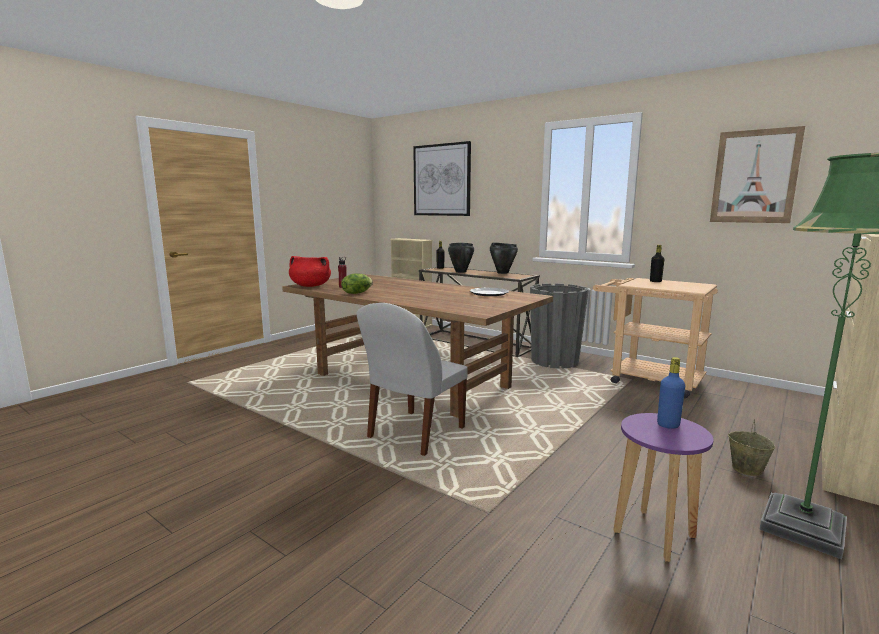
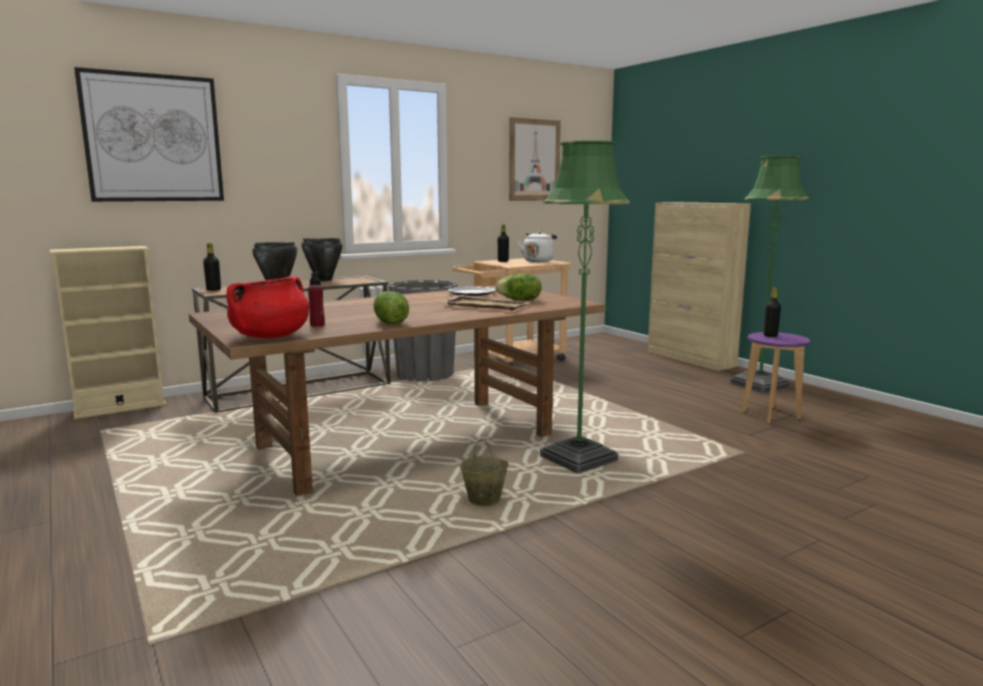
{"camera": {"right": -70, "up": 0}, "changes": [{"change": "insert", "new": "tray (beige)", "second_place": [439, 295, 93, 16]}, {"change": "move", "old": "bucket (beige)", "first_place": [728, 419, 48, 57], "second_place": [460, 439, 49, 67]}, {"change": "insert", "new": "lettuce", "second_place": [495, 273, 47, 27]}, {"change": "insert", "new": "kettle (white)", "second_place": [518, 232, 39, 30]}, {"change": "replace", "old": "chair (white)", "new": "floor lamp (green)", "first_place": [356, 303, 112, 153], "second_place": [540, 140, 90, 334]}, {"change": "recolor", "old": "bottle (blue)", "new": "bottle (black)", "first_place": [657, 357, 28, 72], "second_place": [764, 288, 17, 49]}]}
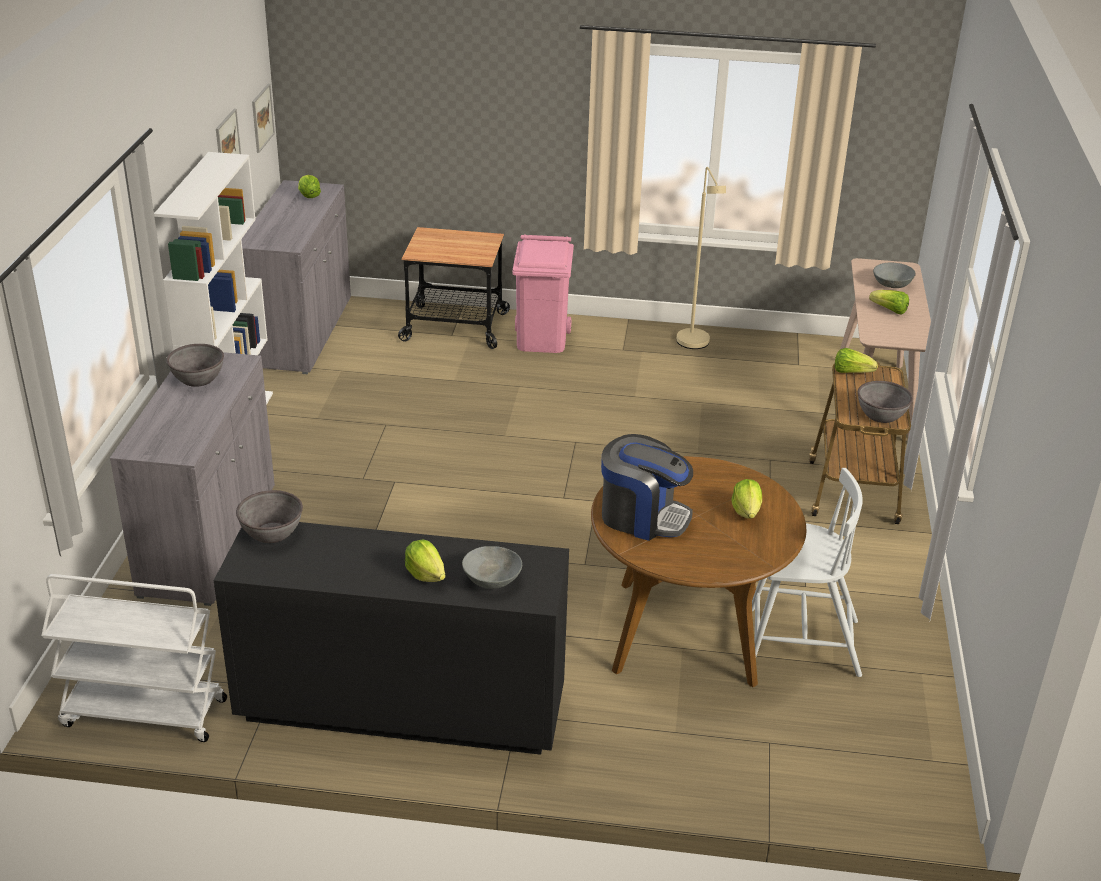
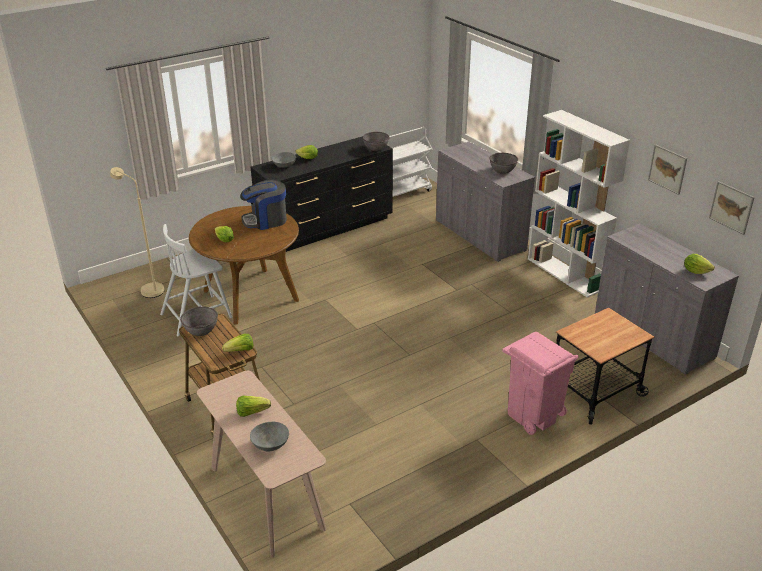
{"camera": {"right": 140, "up": 0}, "changes": [{"change": "move", "old": "floor lamp (beige)", "first_place": [676, 167, 50, 182], "second_place": [110, 167, 54, 131]}]}
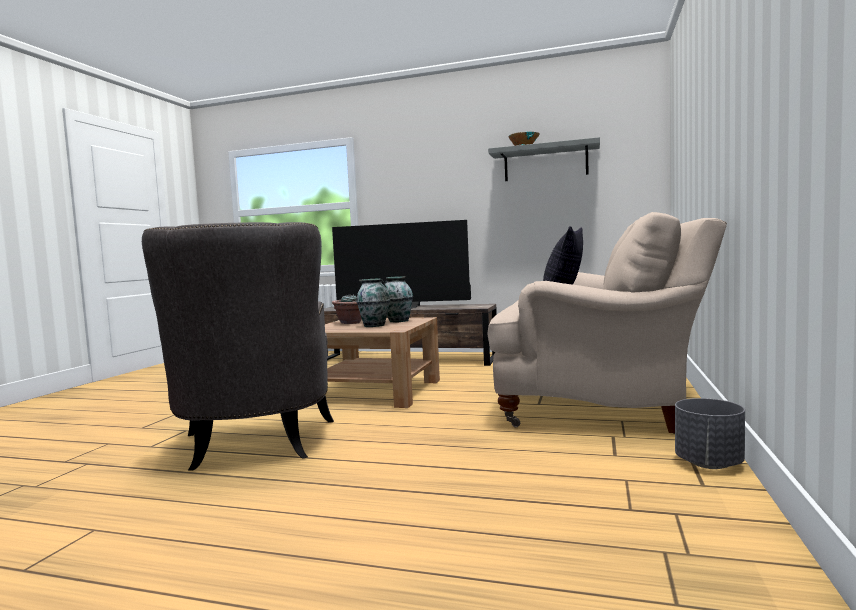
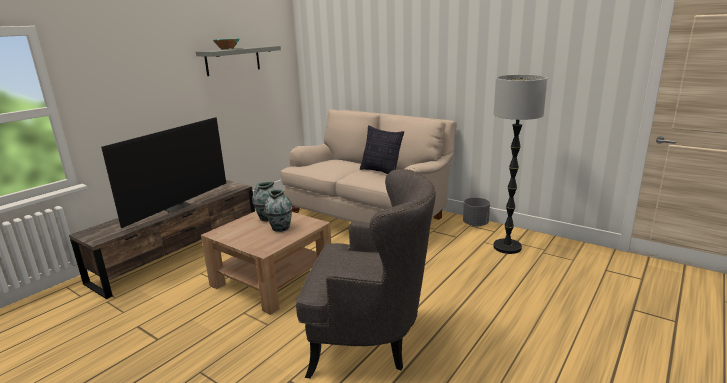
{"camera": {"right": -70, "up": 15}, "changes": [{"change": "insert", "new": "floor lamp", "second_place": [493, 75, 54, 179]}, {"change": "delete", "old": "potted plant", "first_place": [332, 294, 30, 30]}]}
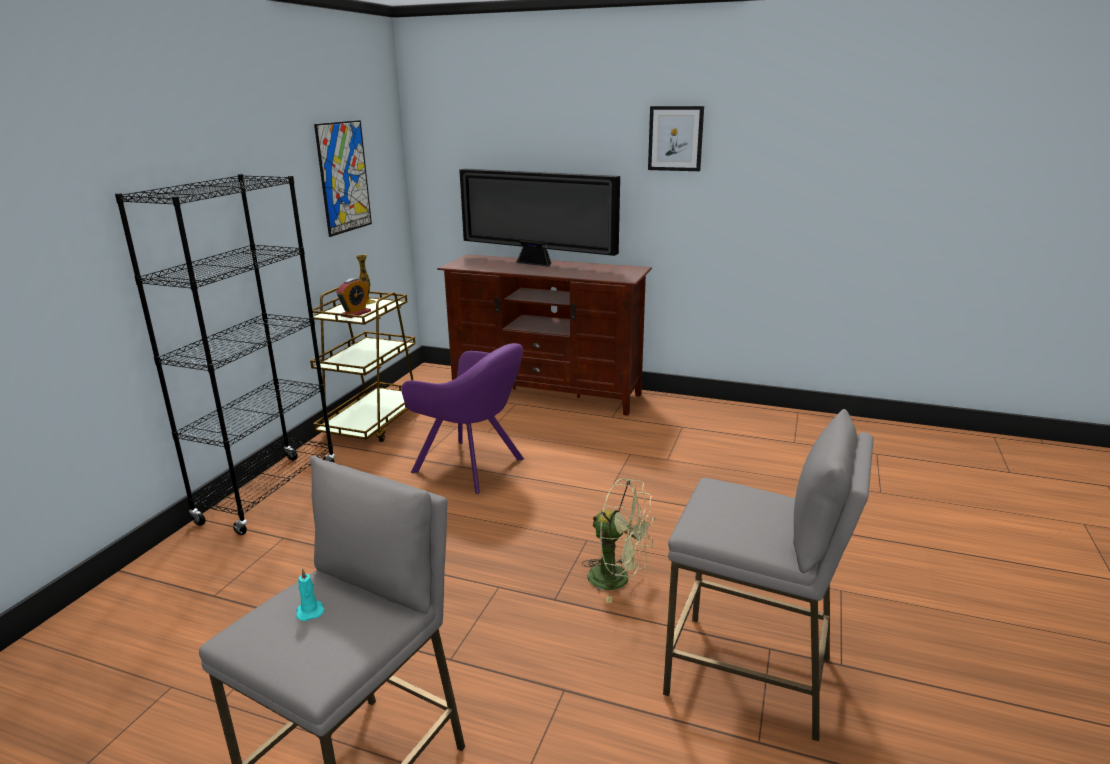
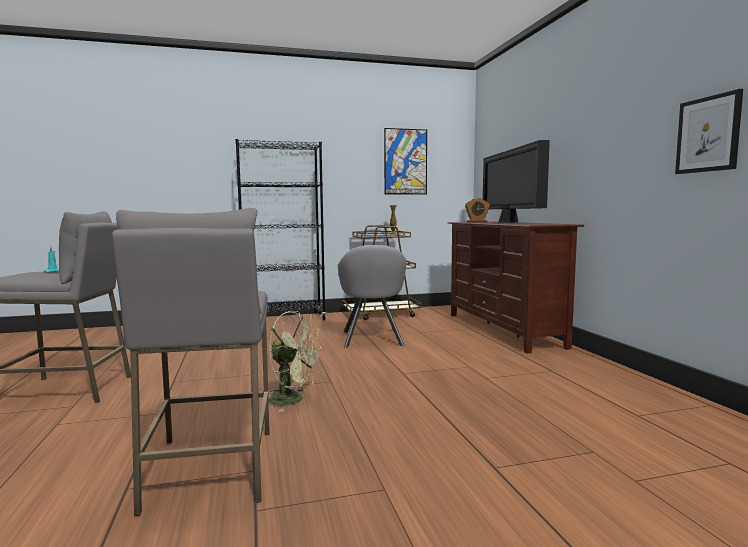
{"camera": {"right": 55, "up": -15}, "changes": [{"change": "rotate", "old": "fan (green)", "first_place": [582, 479, 73, 124], "second_place": [268, 311, 56, 101], "degrees": -60}, {"change": "recolor", "old": "armchair (purple)", "new": "armchair (grey)", "first_place": [401, 343, 123, 151], "second_place": [338, 245, 69, 103]}, {"change": "move", "old": "alarm clock", "first_place": [336, 278, 35, 40], "second_place": [465, 198, 25, 24]}, {"change": "move", "old": "picture", "first_place": [648, 106, 56, 65], "second_place": [675, 89, 68, 85]}]}
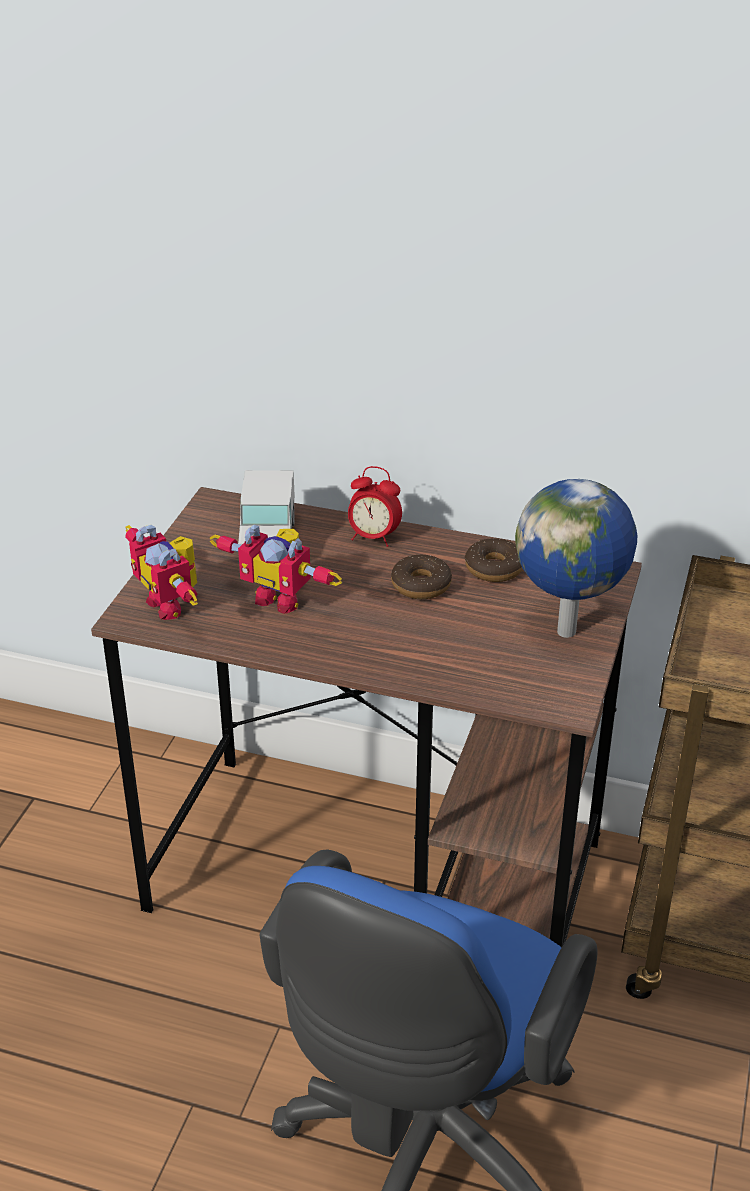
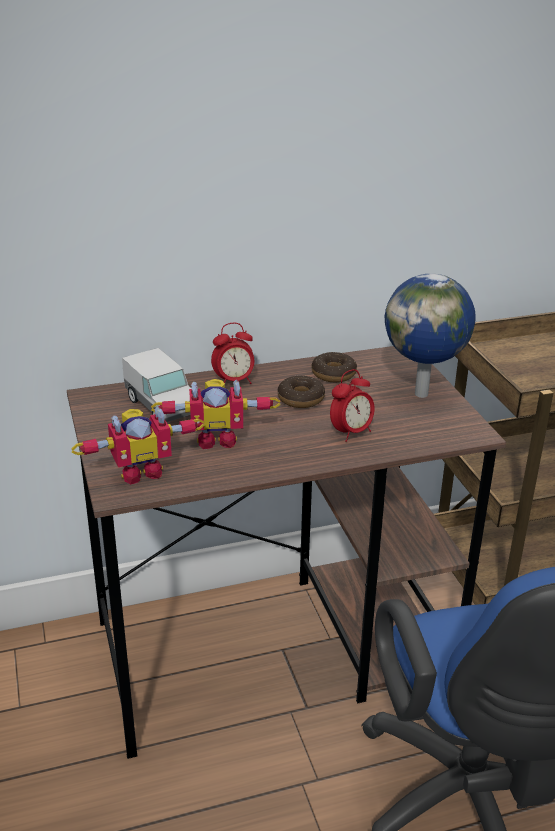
{"camera": {"right": -35, "up": -5}, "changes": [{"change": "rotate", "old": "toy robot", "first_place": [125, 525, 73, 95], "second_place": [71, 406, 134, 79], "degrees": -45}, {"change": "insert", "new": "alarm clock", "second_place": [330, 369, 45, 73]}]}
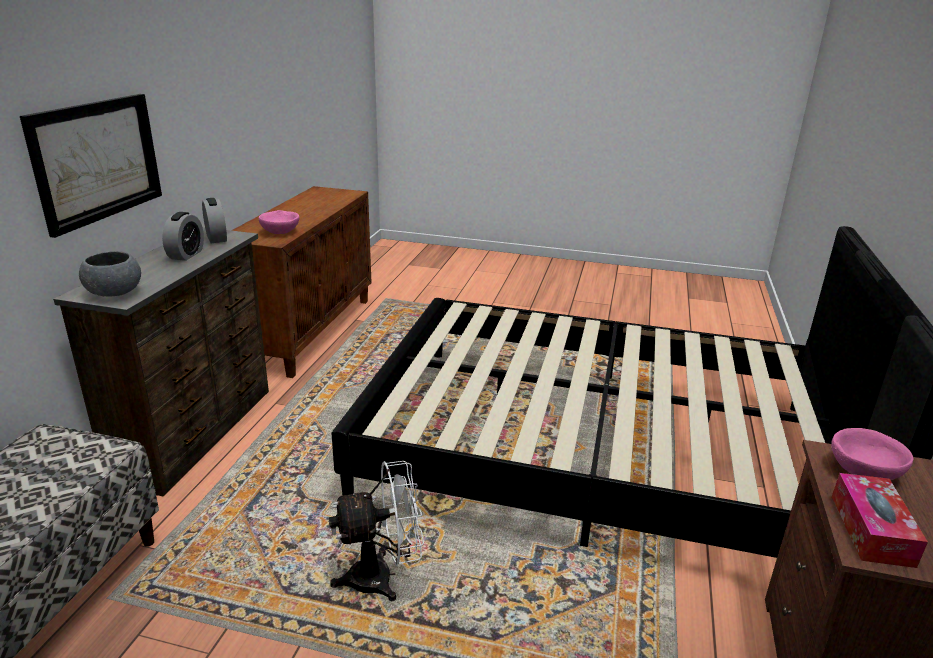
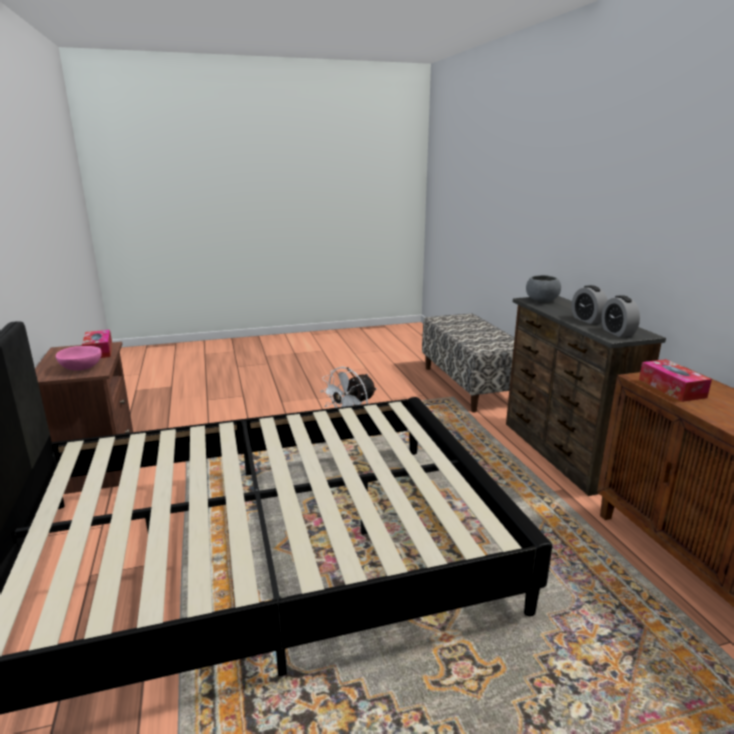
{"camera": {"right": 150, "up": -5}, "changes": [{"change": "rotate", "old": "alarm clock", "first_place": [202, 198, 25, 45], "second_place": [601, 295, 39, 42], "degrees": 45}, {"change": "replace", "old": "bowl (pink)", "new": "tissue box", "first_place": [259, 210, 40, 24], "second_place": [639, 359, 73, 43]}, {"change": "delete", "old": "picture", "first_place": [20, 94, 142, 144]}]}
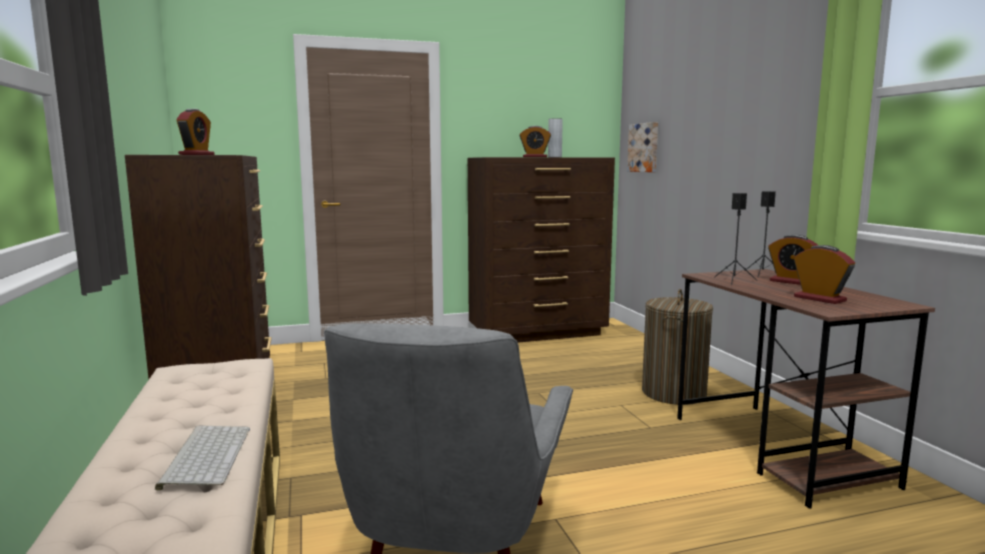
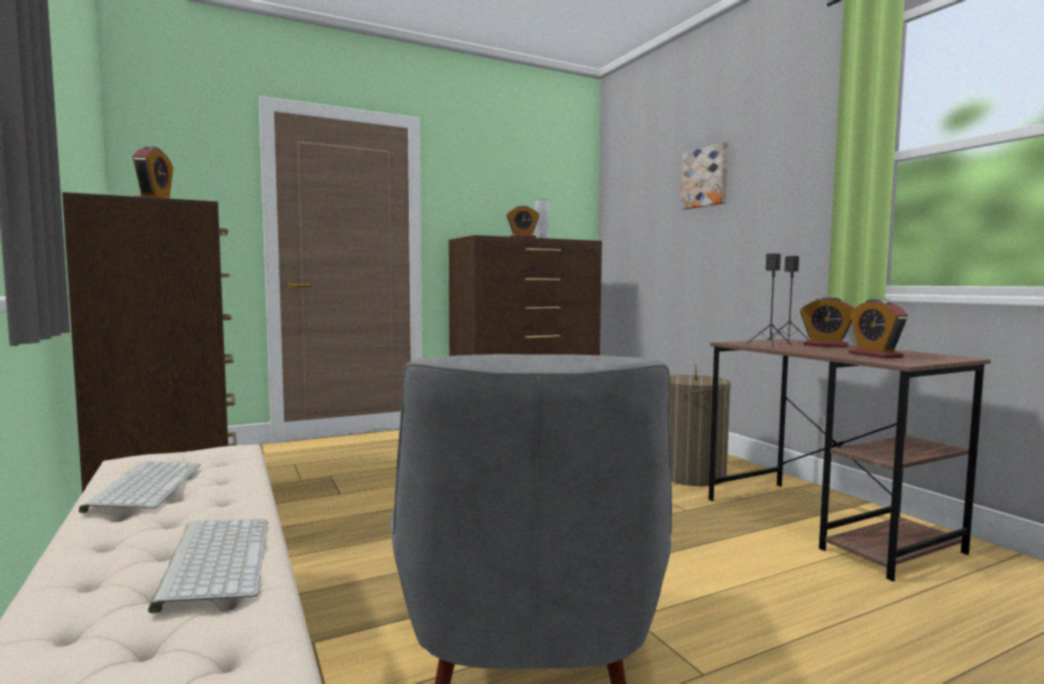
{"camera": {"right": -10, "up": -5}, "changes": [{"change": "insert", "new": "keyboard", "second_place": [78, 461, 123, 52]}, {"change": "move", "old": "picture", "first_place": [627, 122, 31, 50], "second_place": [680, 142, 48, 68]}, {"change": "rotate", "old": "alarm clock", "first_place": [794, 245, 61, 59], "second_place": [849, 299, 59, 59], "degrees": -150}]}
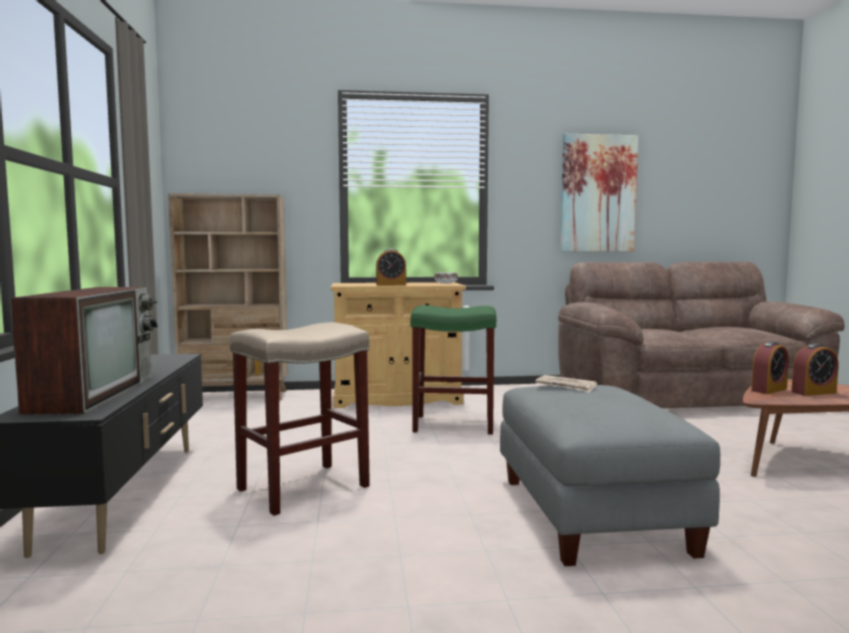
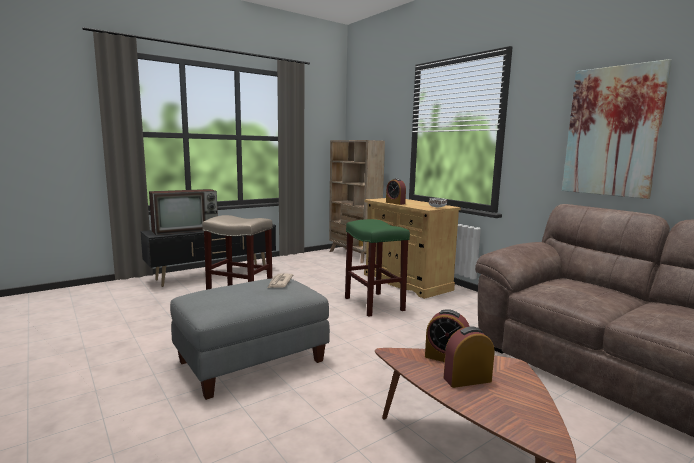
{"camera": {"right": 60, "up": 5}, "changes": [{"change": "rotate", "old": "alarm clock", "first_place": [792, 343, 47, 53], "second_place": [444, 326, 50, 62], "degrees": 120}]}
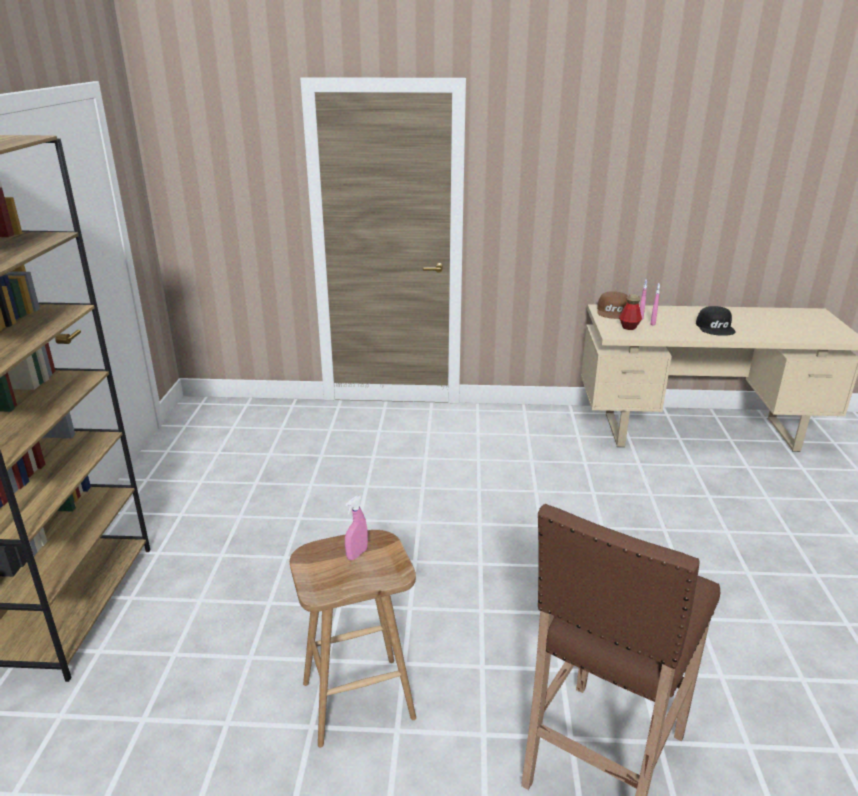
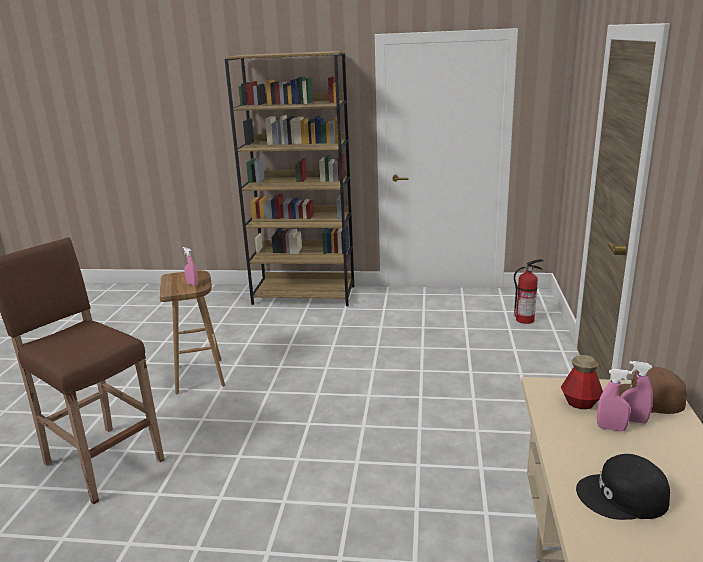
{"camera": {"right": 95, "up": -5}, "changes": [{"change": "insert", "new": "fire extinguisher", "second_place": [514, 259, 30, 65]}]}
